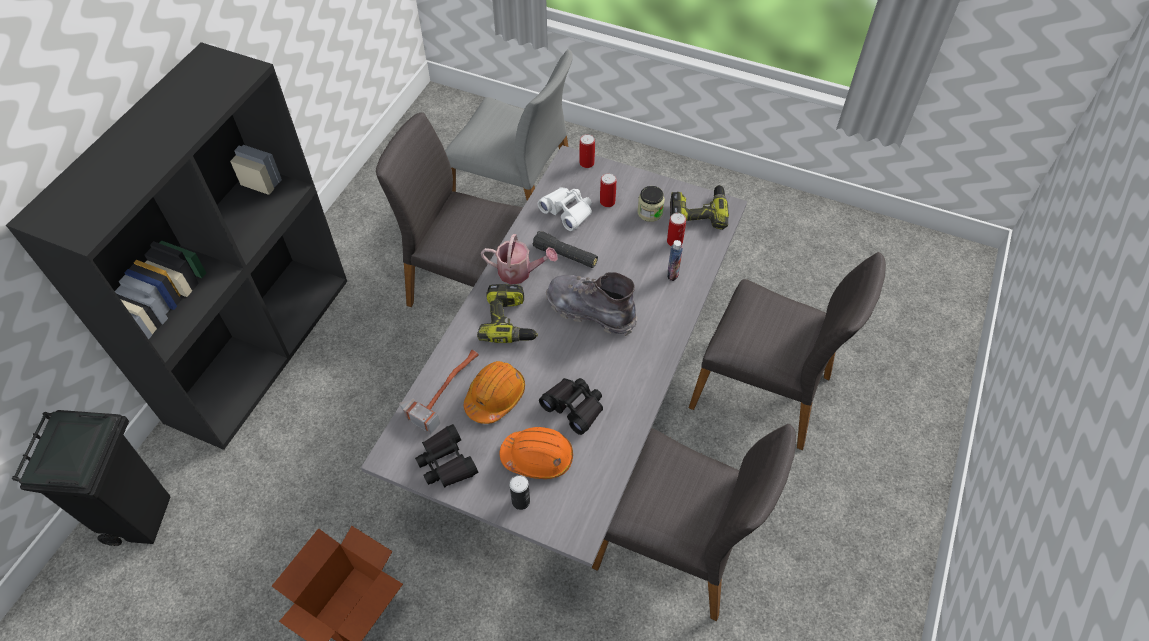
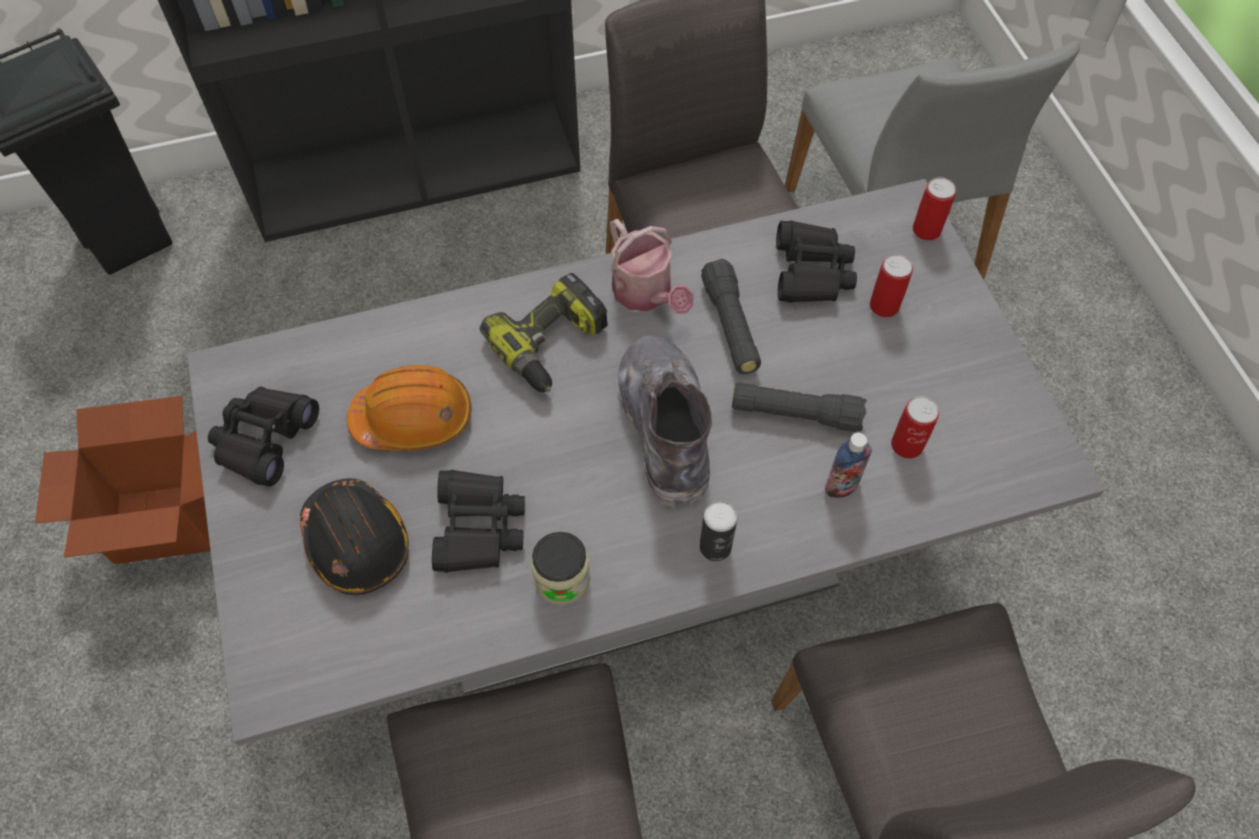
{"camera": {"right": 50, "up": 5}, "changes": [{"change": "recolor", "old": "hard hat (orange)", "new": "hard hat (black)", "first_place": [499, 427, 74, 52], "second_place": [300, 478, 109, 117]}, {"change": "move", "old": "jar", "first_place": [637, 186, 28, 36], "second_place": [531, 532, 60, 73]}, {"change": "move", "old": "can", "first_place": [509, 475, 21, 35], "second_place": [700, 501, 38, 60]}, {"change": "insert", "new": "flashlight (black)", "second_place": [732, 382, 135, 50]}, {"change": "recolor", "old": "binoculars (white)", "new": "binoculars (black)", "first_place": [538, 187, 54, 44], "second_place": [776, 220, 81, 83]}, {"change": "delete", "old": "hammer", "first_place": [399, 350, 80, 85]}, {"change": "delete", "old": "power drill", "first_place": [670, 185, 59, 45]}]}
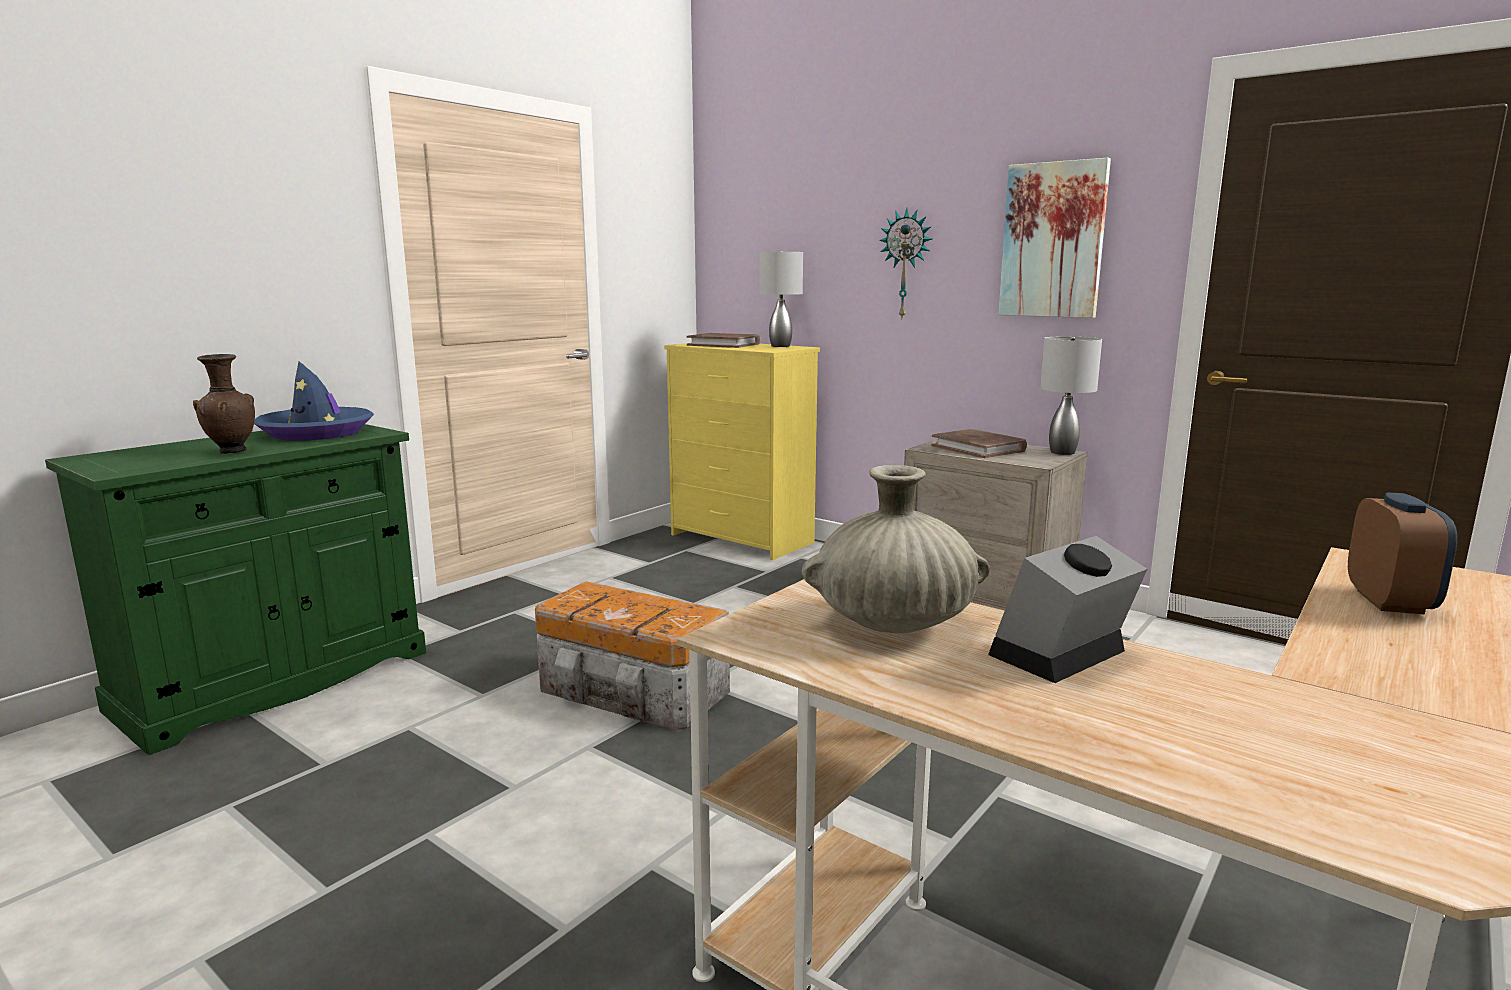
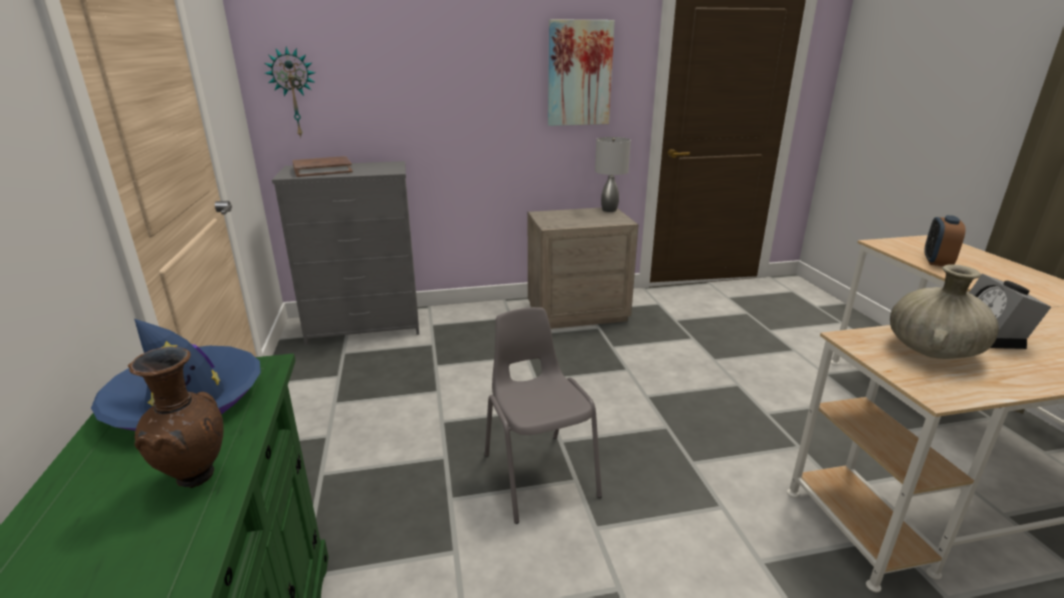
{"camera": {"right": -50, "up": 10}, "changes": [{"change": "move", "old": "wall clock", "first_place": [879, 208, 53, 110], "second_place": [265, 46, 51, 91]}, {"change": "recolor", "old": "dresser (yellow)", "new": "dresser (grey)", "first_place": [664, 343, 156, 217], "second_place": [272, 161, 147, 184]}, {"change": "replace", "old": "storage box", "new": "chair (grey)", "first_place": [535, 581, 195, 149], "second_place": [485, 307, 117, 217]}, {"change": "rotate", "old": "alarm clock", "first_place": [1348, 492, 109, 122], "second_place": [924, 215, 42, 51], "degrees": -120}, {"change": "delete", "old": "table lamp (grey)", "first_place": [759, 250, 44, 97]}, {"change": "delete", "old": "book (brown)", "first_place": [931, 429, 96, 29]}]}
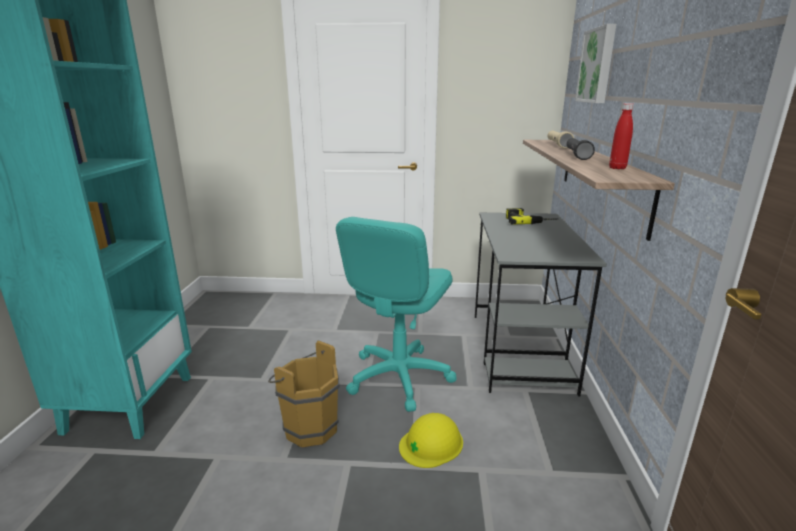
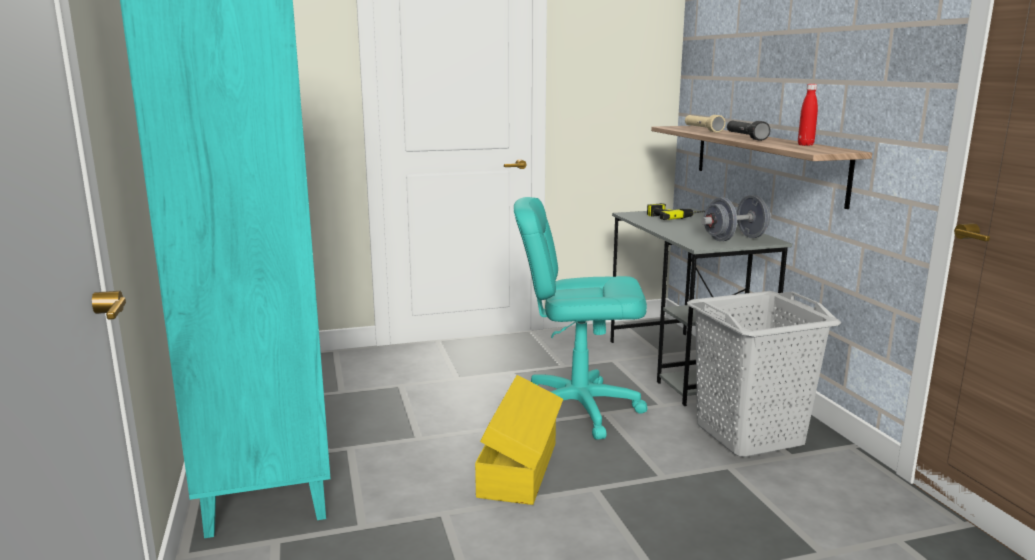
{"camera": {"right": -20, "up": -5}, "changes": [{"change": "replace", "old": "bucket (brown)", "new": "storage box (yellow)", "first_place": [268, 341, 72, 106], "second_place": [475, 375, 88, 130]}, {"change": "rotate", "old": "office chair (turquoise)", "first_place": [336, 217, 120, 195], "second_place": [514, 197, 133, 243], "degrees": 90}, {"change": "insert", "new": "laundry basket (grey)", "second_place": [687, 291, 154, 166]}, {"change": "insert", "new": "dumbbell (grey)", "second_place": [701, 195, 70, 46]}, {"change": "delete", "old": "hard hat (yellow)", "first_place": [399, 413, 64, 55]}, {"change": "delete", "old": "picture", "first_place": [575, 24, 41, 79]}]}
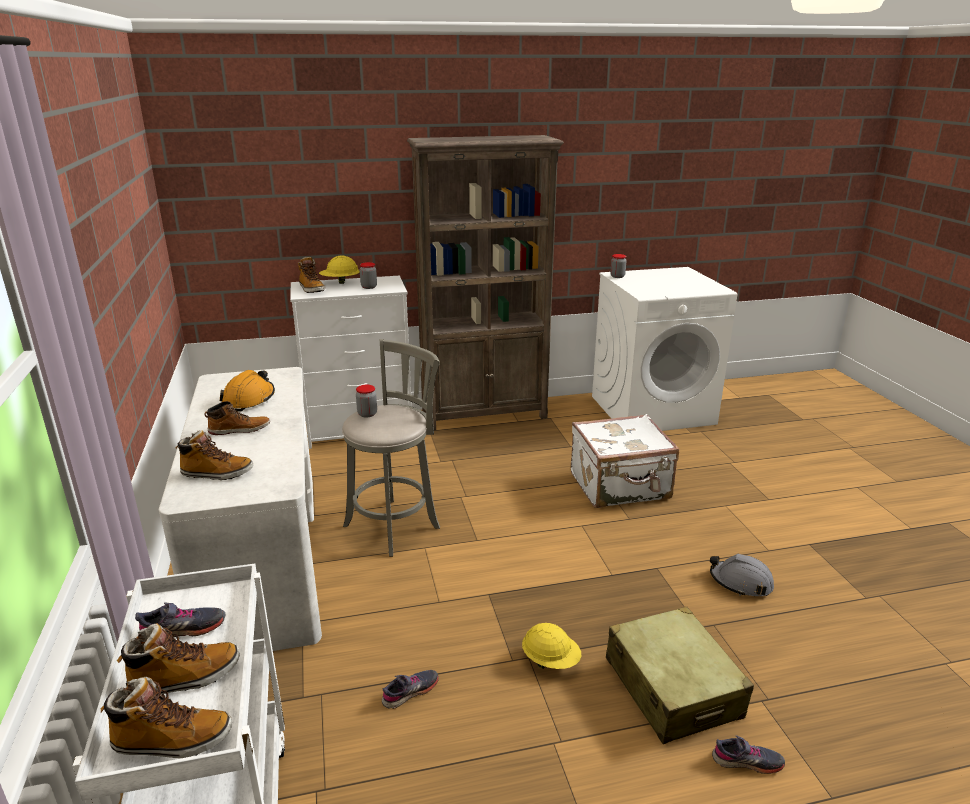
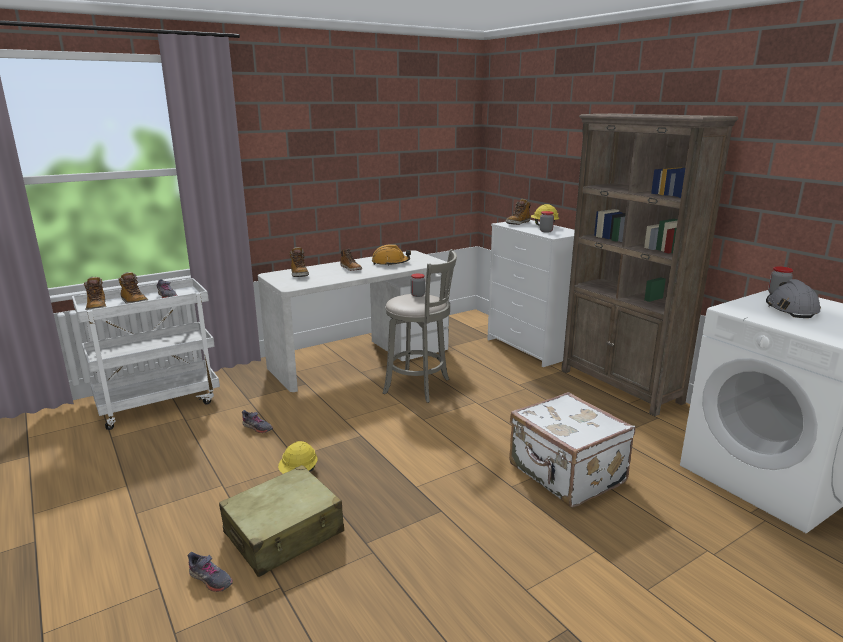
{"camera": {"right": 70, "up": -5}, "changes": [{"change": "rotate", "old": "shoe (grey)", "first_place": [712, 735, 73, 39], "second_place": [188, 552, 45, 40], "degrees": -45}, {"change": "move", "old": "hard hat (grey)", "first_place": [710, 554, 64, 42], "second_place": [766, 279, 55, 39]}]}
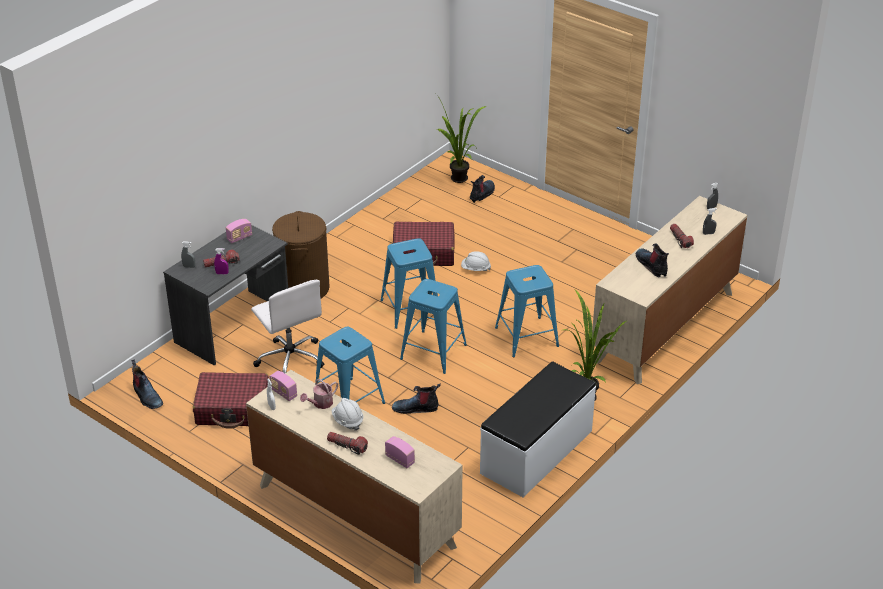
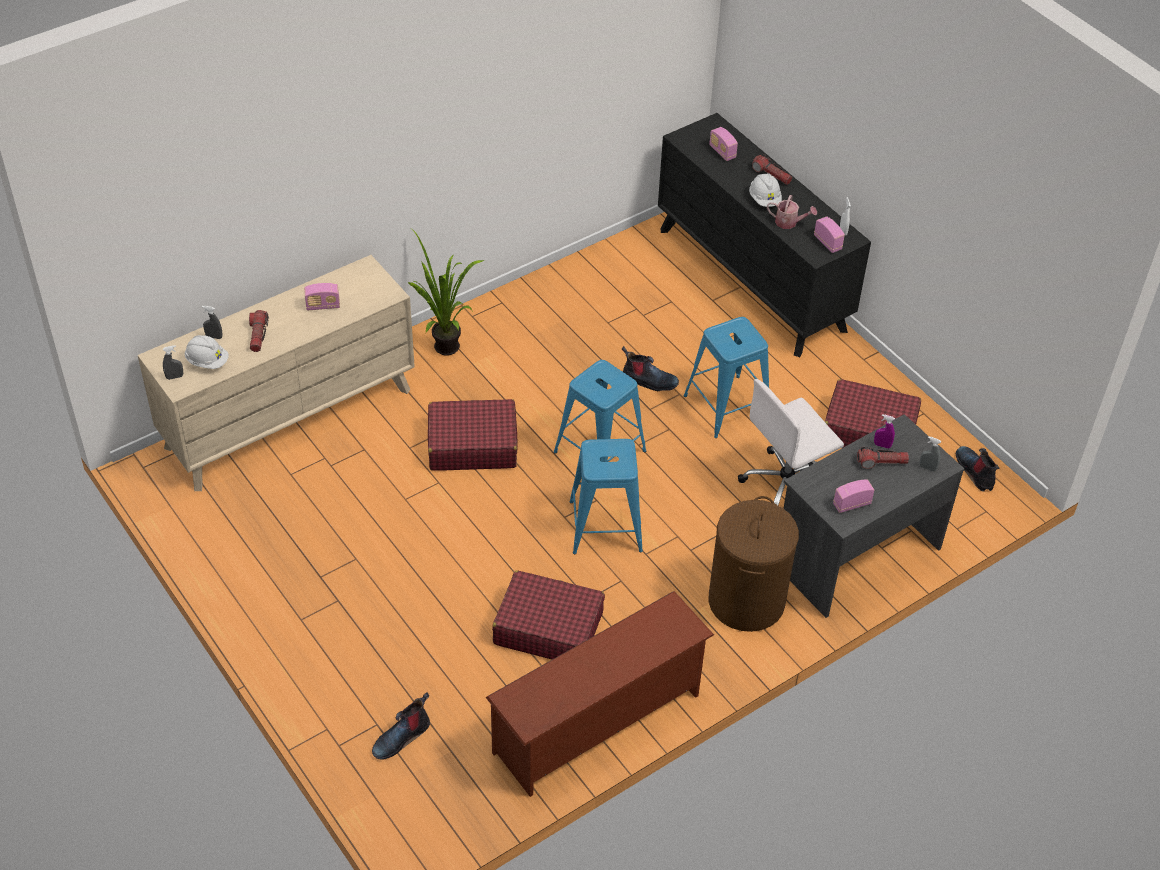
{"camera": {"right": -165, "up": 10}, "changes": [{"change": "move", "old": "hard hat (white)", "first_place": [461, 251, 30, 20], "second_place": [185, 335, 44, 34]}, {"change": "replace", "old": "boot", "new": "radio", "first_place": [636, 243, 33, 34], "second_place": [304, 283, 36, 28]}, {"change": "replace", "old": "stool (blue)", "new": "suitcase (red)", "first_place": [495, 265, 64, 92], "second_place": [428, 399, 89, 72]}, {"change": "insert", "new": "shoe rack (brown)", "second_place": [486, 591, 228, 206]}, {"change": "recolor", "old": "dresser (beige)", "new": "dresser (black)", "first_place": [246, 370, 217, 214], "second_place": [658, 113, 213, 244]}, {"change": "rotate", "old": "office chair (white)", "first_place": [251, 280, 73, 93], "second_place": [738, 379, 106, 126], "degrees": -105}, {"change": "rotate", "old": "watering can", "first_place": [300, 379, 38, 30], "second_place": [767, 195, 50, 34], "degrees": 45}, {"change": "delete", "old": "potted plant", "first_place": [436, 94, 50, 89]}, {"change": "delete", "old": "bench (white)", "first_place": [480, 362, 116, 135]}]}
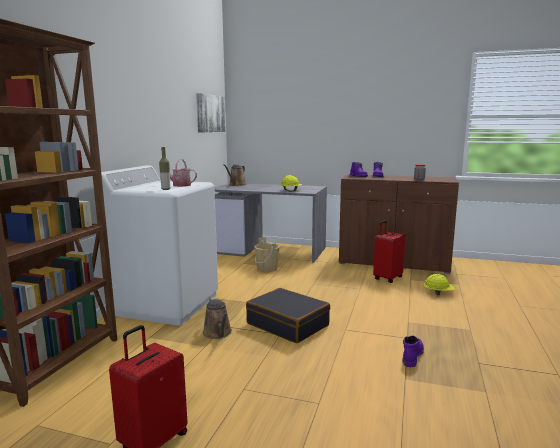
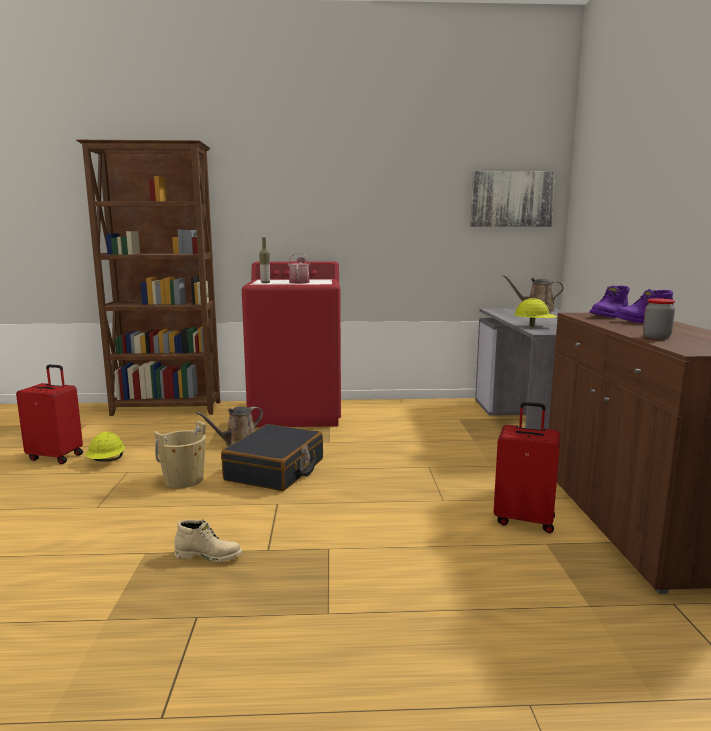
{"camera": {"right": 70, "up": 0}, "changes": [{"change": "move", "old": "hard hat (yellow)", "first_place": [424, 274, 31, 21], "second_place": [86, 432, 39, 30]}, {"change": "move", "old": "bucket (beige)", "first_place": [254, 237, 26, 35], "second_place": [154, 421, 52, 67]}, {"change": "recolor", "old": "boot (purple)", "new": "boot (beige)", "first_place": [402, 336, 22, 31], "second_place": [174, 519, 68, 43]}, {"change": "recolor", "old": "washing machine (white)", "new": "washing machine (red)", "first_place": [101, 165, 117, 161], "second_place": [242, 262, 99, 166]}]}
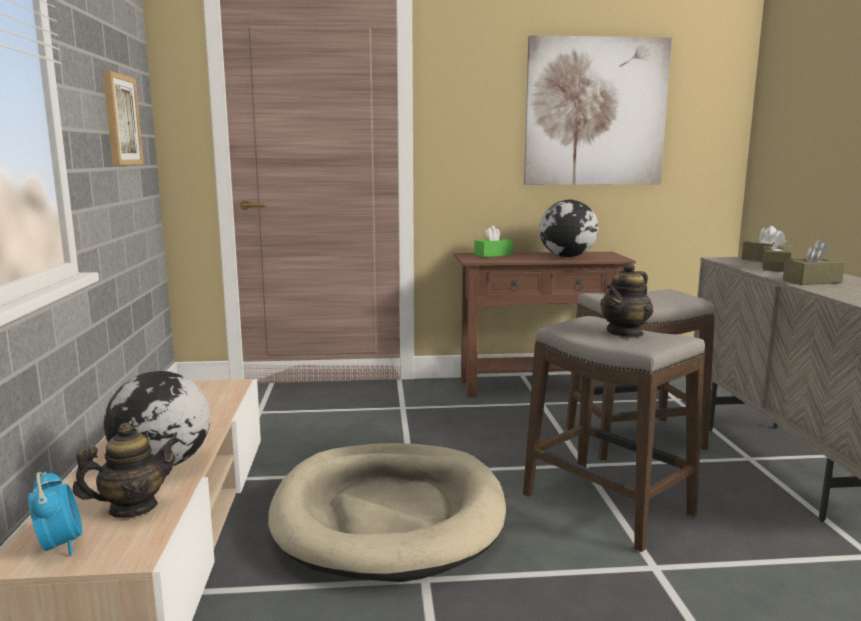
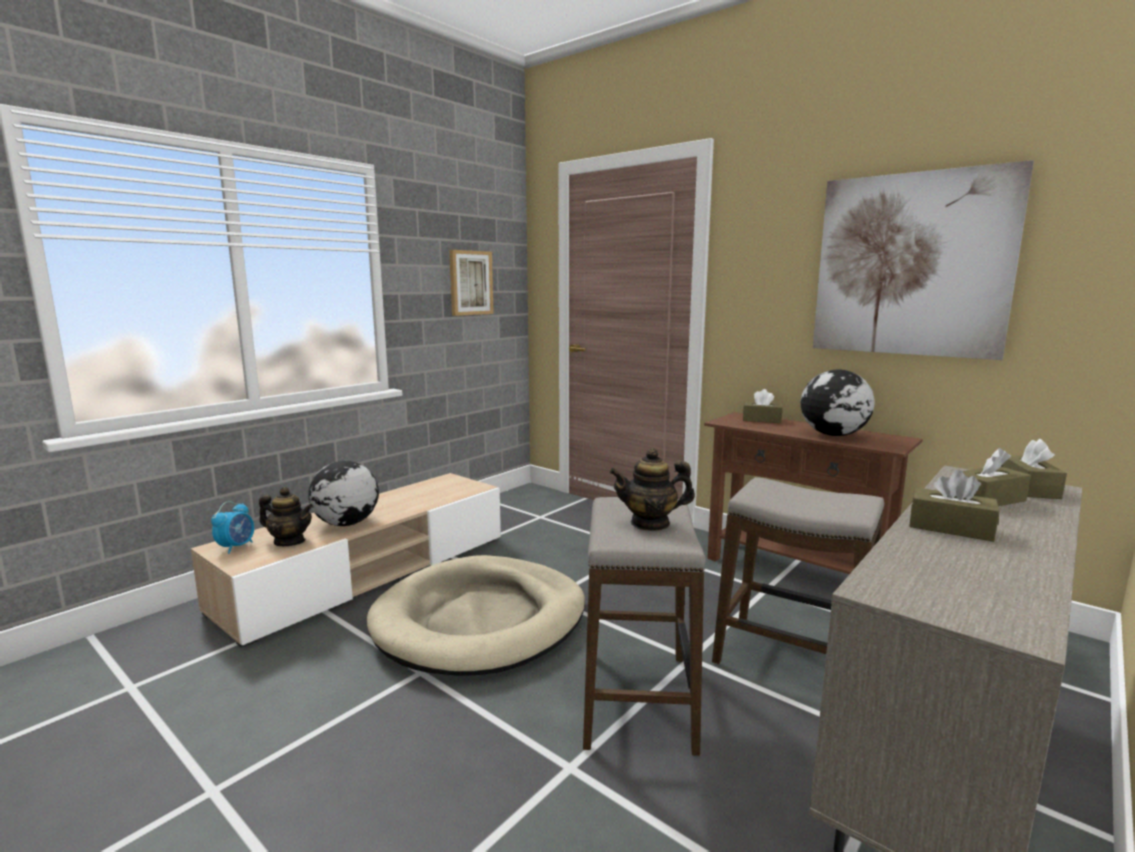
{"camera": {"right": 45, "up": 0}, "changes": [{"change": "recolor", "old": "tissue box (green)", "new": "tissue box (brown)", "first_place": [474, 226, 39, 31], "second_place": [743, 389, 40, 34]}]}
